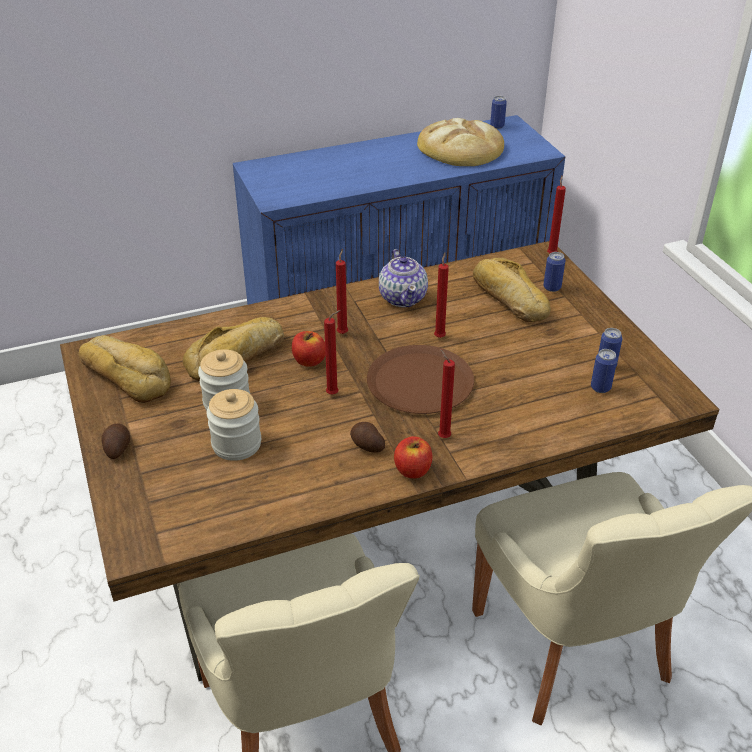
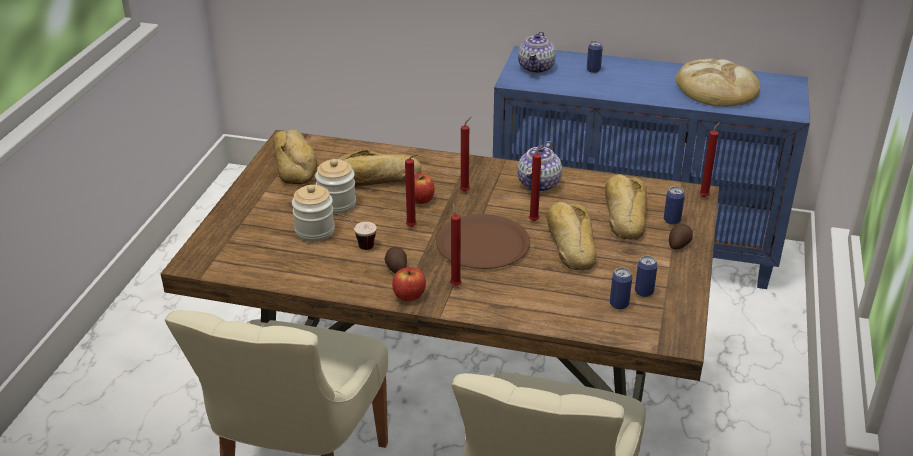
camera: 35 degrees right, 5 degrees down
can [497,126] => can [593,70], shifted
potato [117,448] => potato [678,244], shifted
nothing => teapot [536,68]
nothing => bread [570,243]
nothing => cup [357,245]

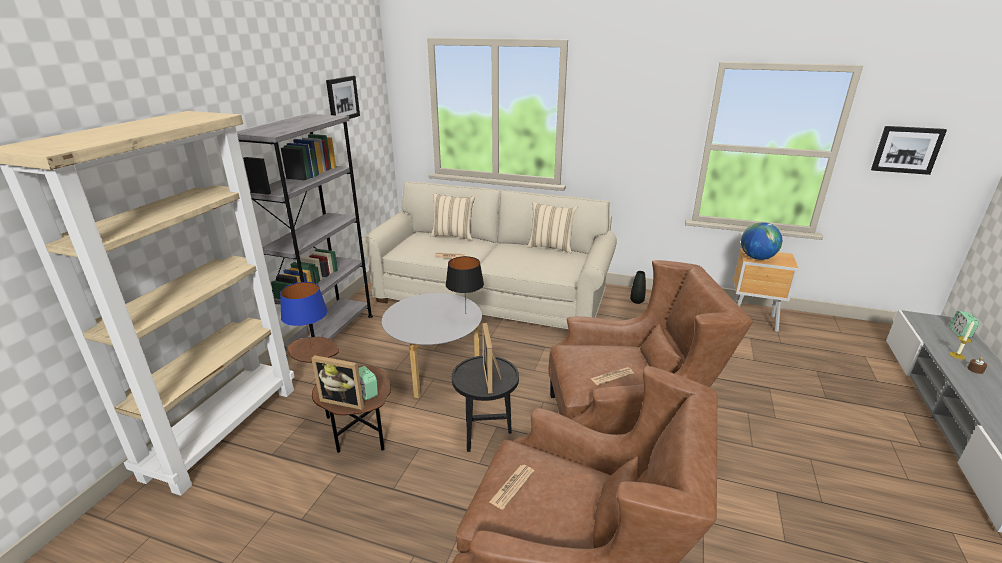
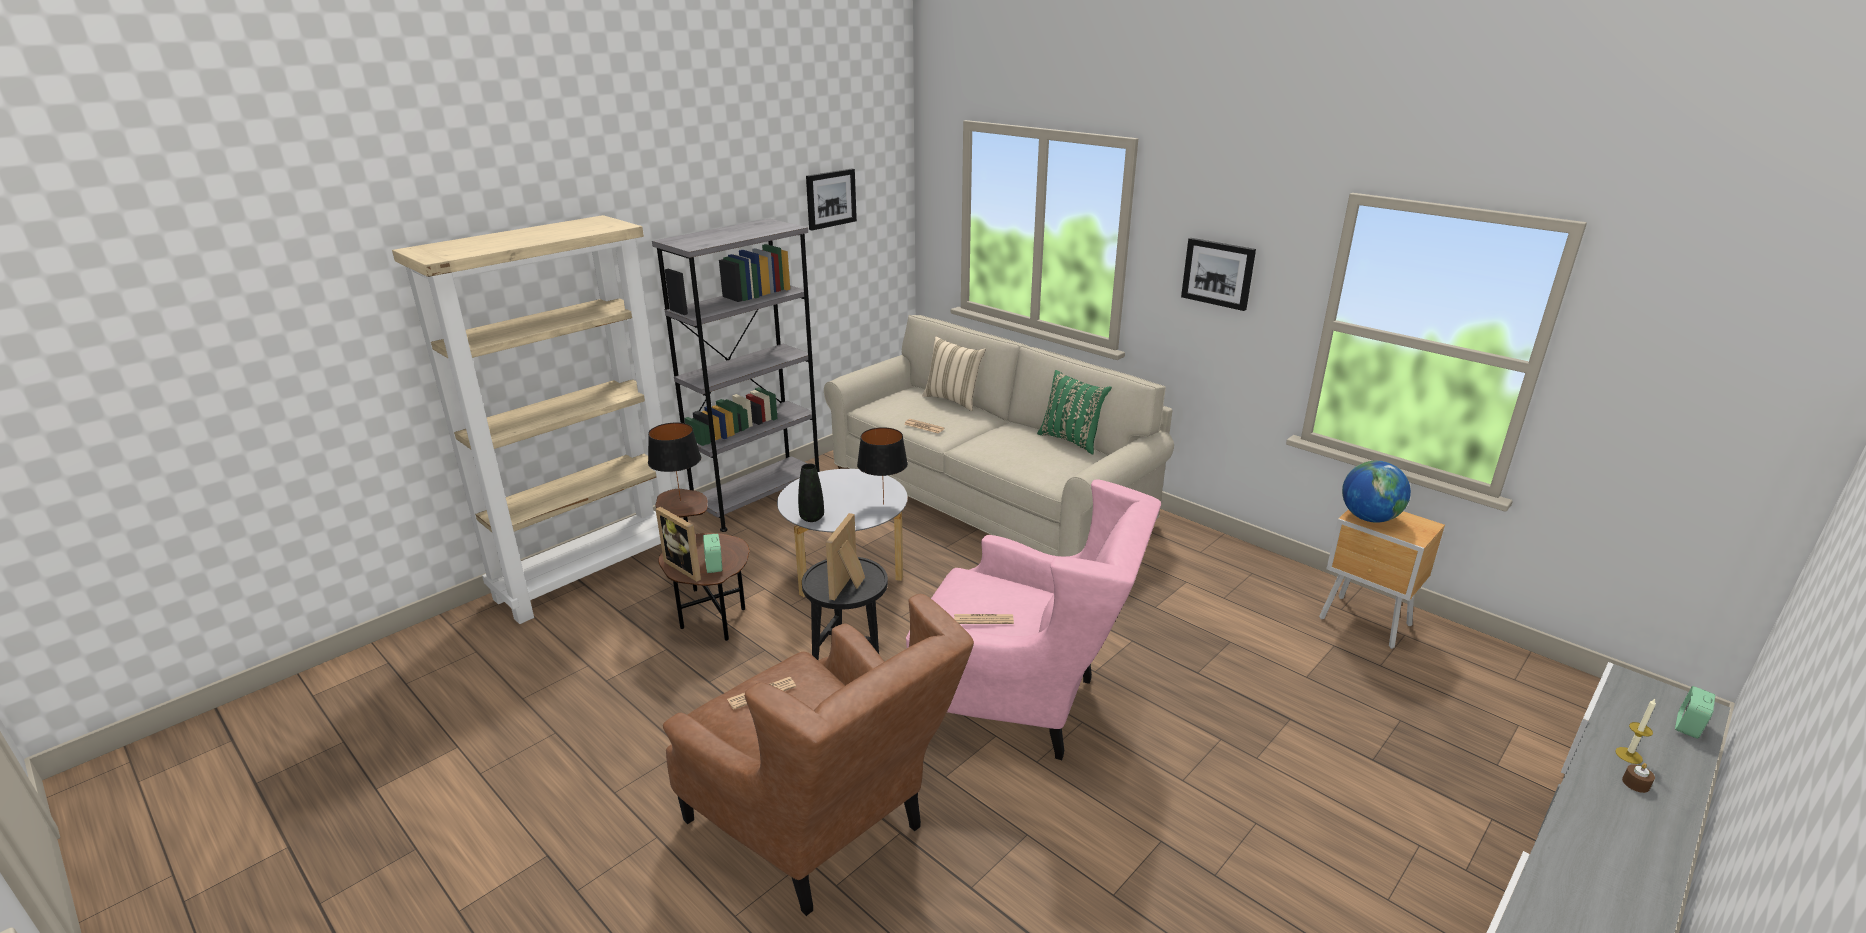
camera: 25 degrees right, 0 degrees up
picture [907,149] => picture [1218,273], shifted
beige pillow [551,247] => green pillow [1072,440]
brown armchair [624,428] => pink armchair [1022,703]
black vase [637,301] => black vase [812,518], shifted
blue table lamp [310,347] => black table lamp [680,500]

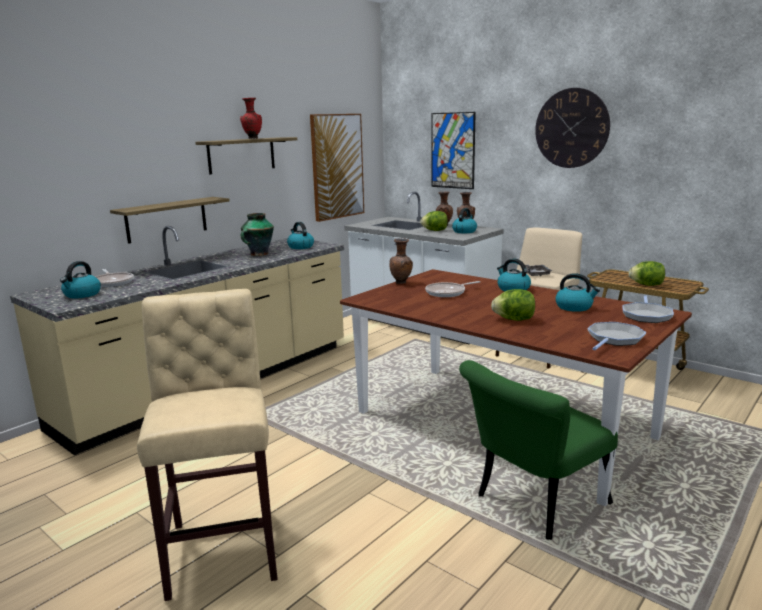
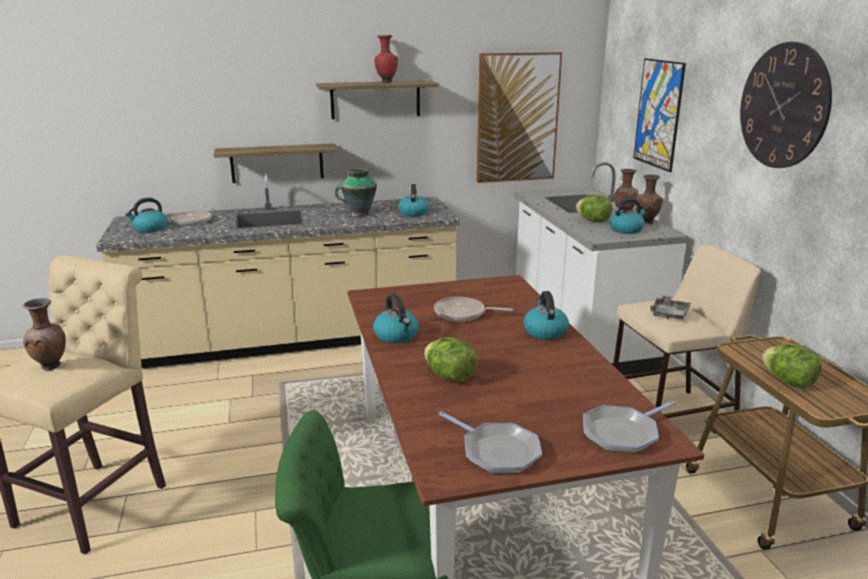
camera: 35 degrees right, 5 degrees up
brown vase [401,283] => brown vase [51,367], shifted
kettle [574,307] => kettle [396,336], shifted
frying pan [614,339] => frying pan [497,452], 60 degrees clockwise

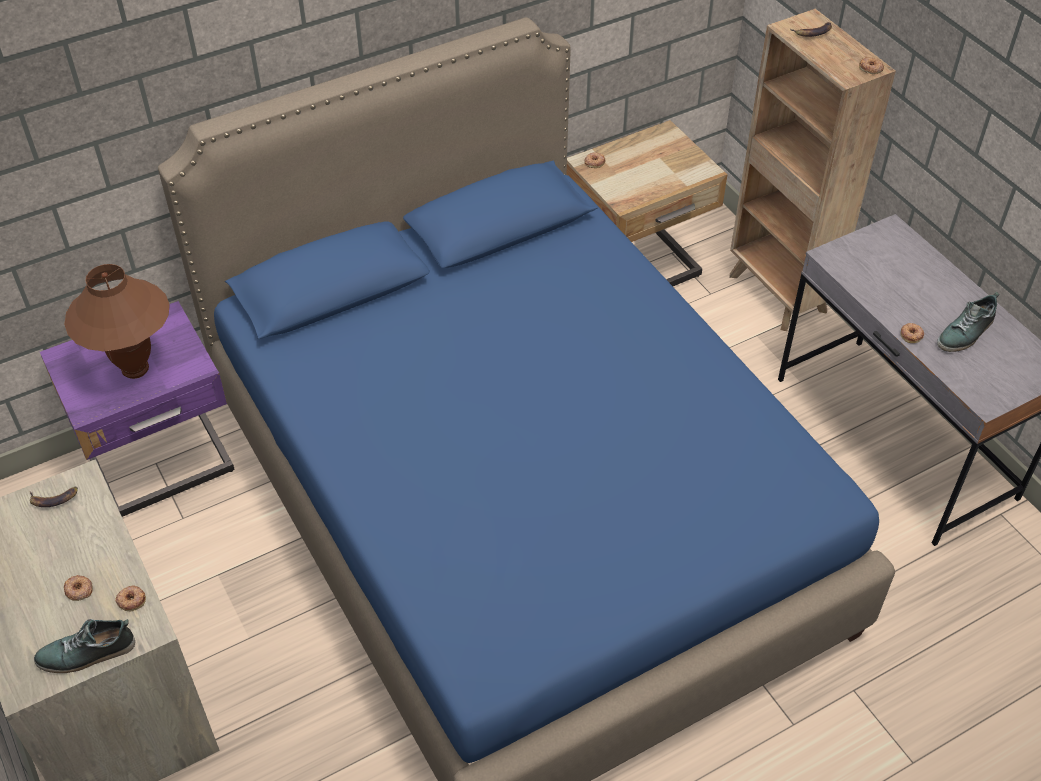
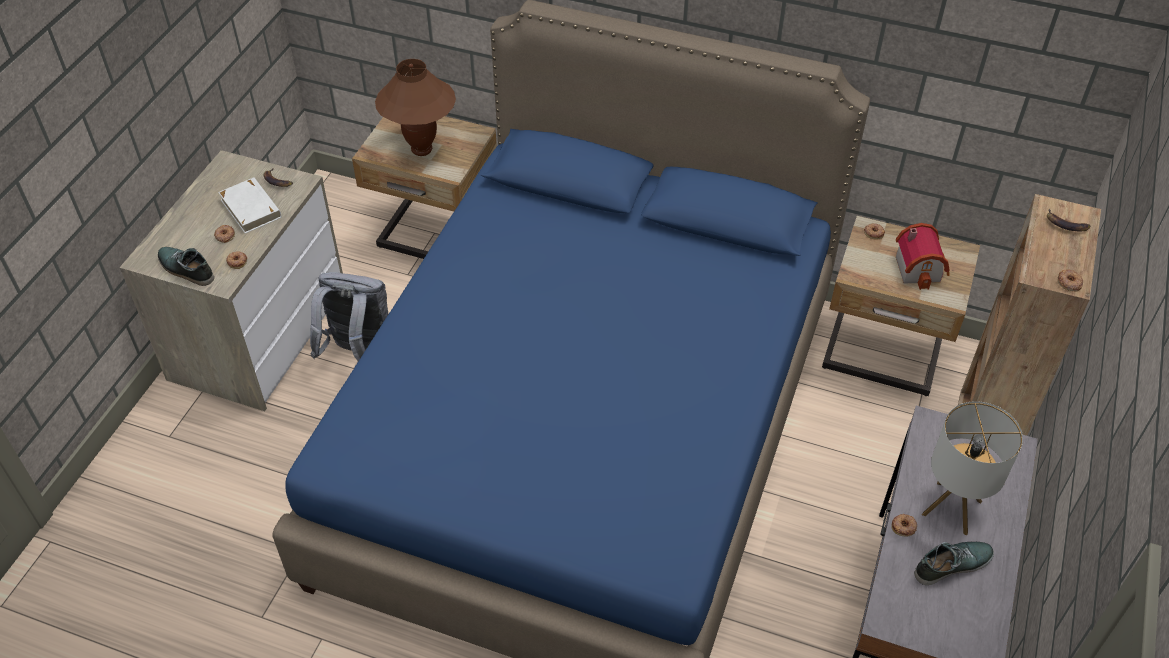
camera: 50 degrees right, 0 degrees up
shoe [966,333] => shoe [952,564], 150 degrees clockwise
purple nightstand [163,465] => beige nightstand [436,237]
nothing => white book [251,208]
nothing => toy house [920,268]
nothing => grey backpack [359,353]
nothing => table lamp [952,508]

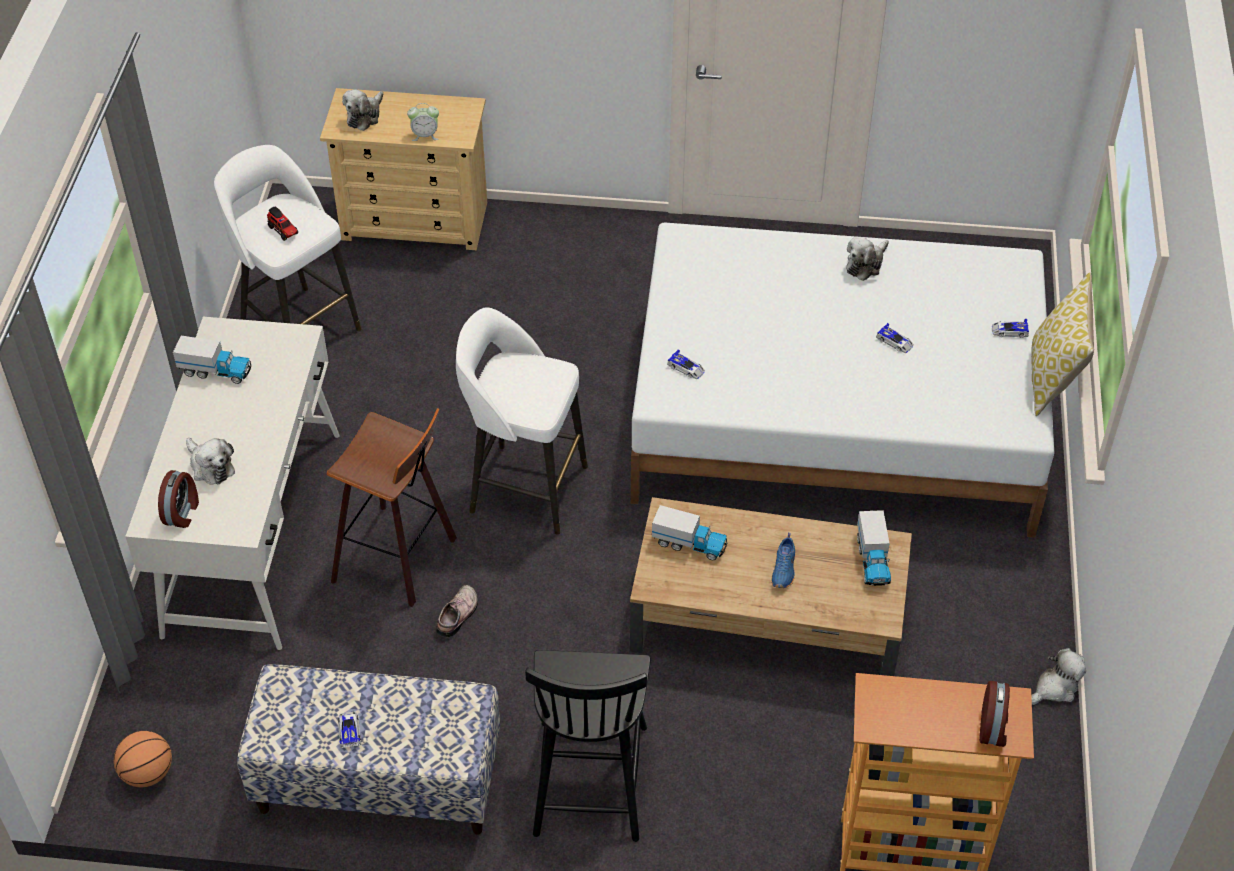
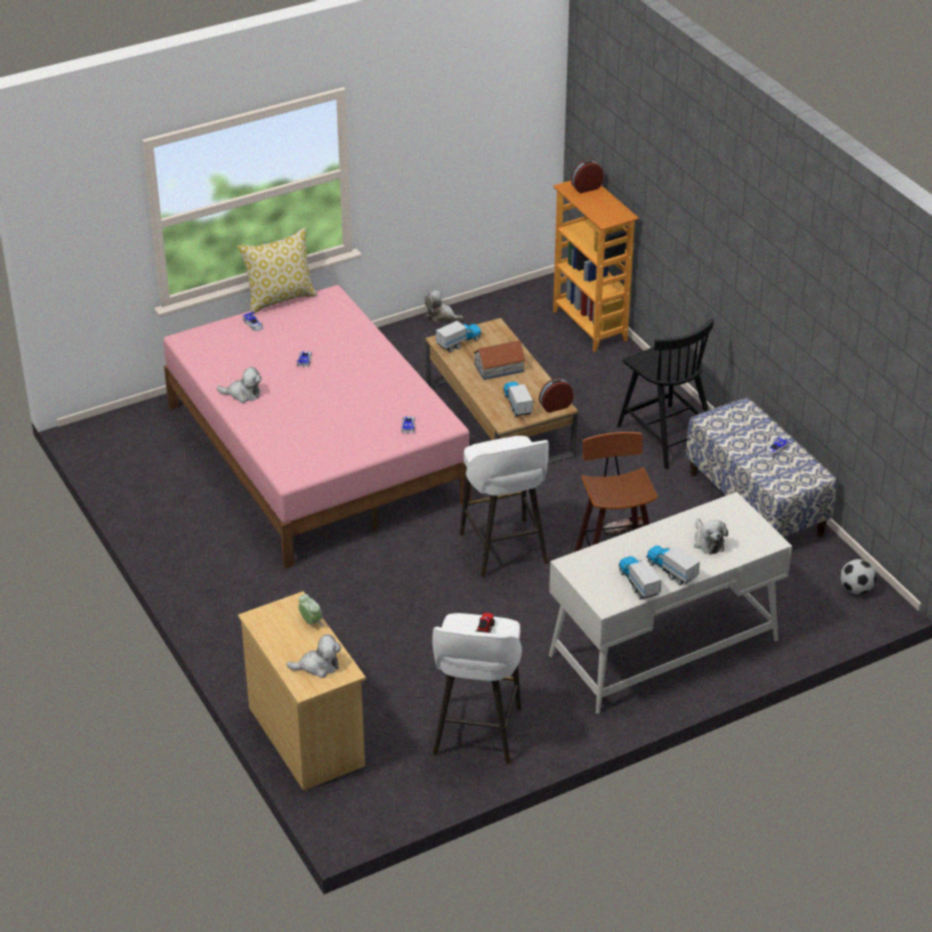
camera: 125 degrees left, 10 degrees down
white bed [835,416] => pink bed [316,453]
plush toy [210,466] => plush toy [708,542], 150 degrees clockwise
alarm clock [182,512] => alarm clock [555,406], shifted
blue shoe [784,570] => toy house [498,368]
black chair [590,777] => black chair [666,435], 90 degrees clockwise
basketball [148,773] => football [856,589]
nothing => toy truck [671,571]

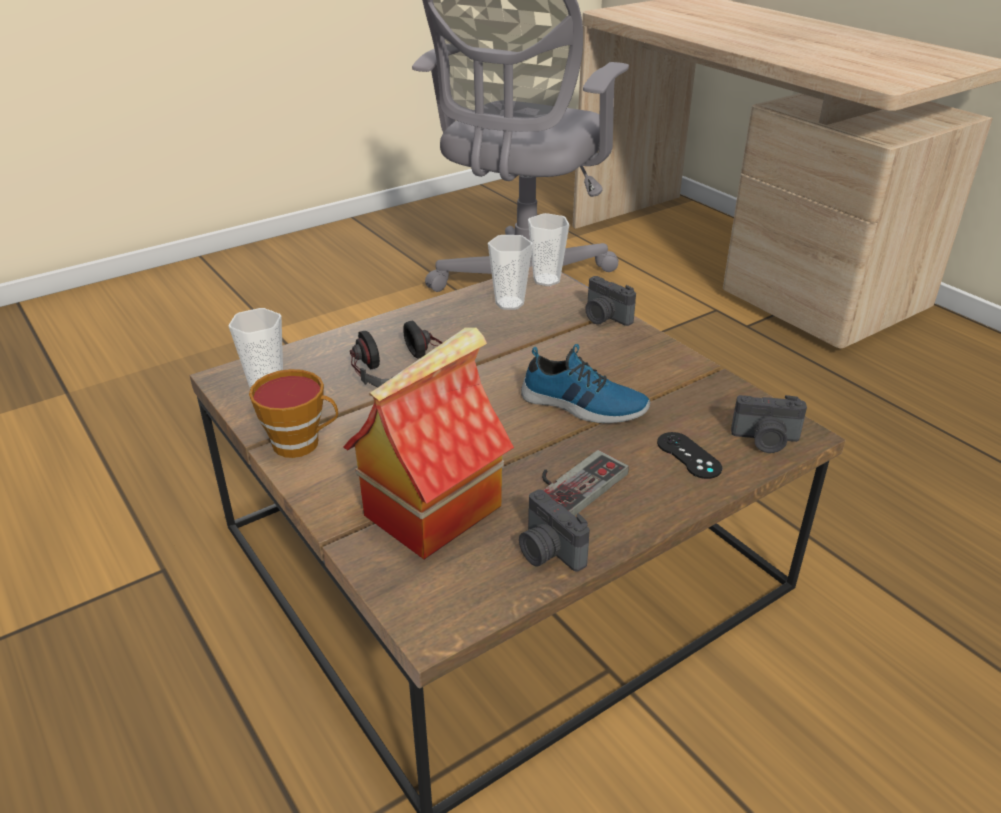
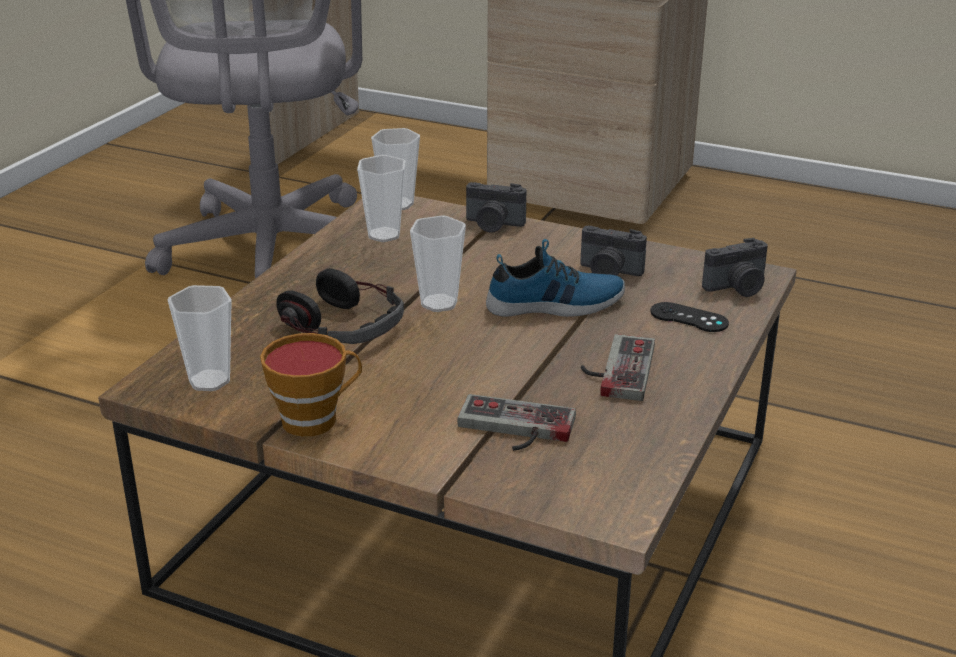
camera: 30 degrees left, 5 degrees down
toy house [433,508] => game controller [513,429]
photo camera [547,552] => photo camera [609,272], shifted
nothing => cup [439,303]

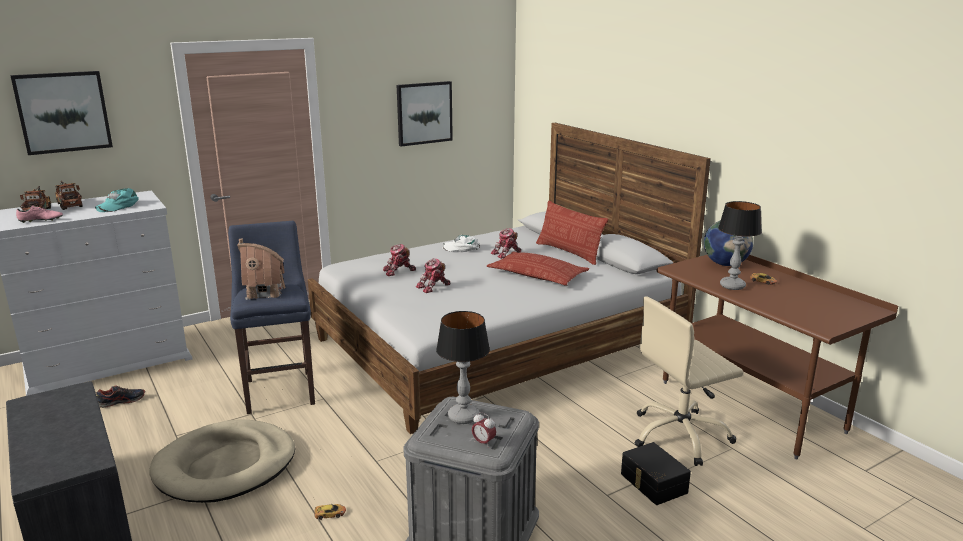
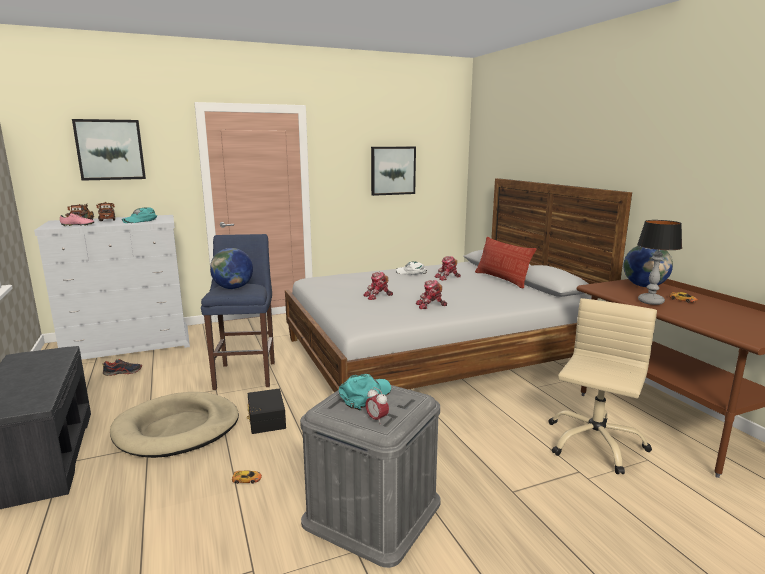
camera: 10 degrees right, 5 degrees down
toy house [264,292] => globe [233,288]
toy robot [399,271] => toy robot [431,305], shifted
pillow [537,275] => nothing
beige office chair [680,436] => beige office chair [594,443], 135 degrees clockwise
table lamp [463,417] => turquoise cap [365,395]
black storage box [652,483] => black storage box [265,420], shifted

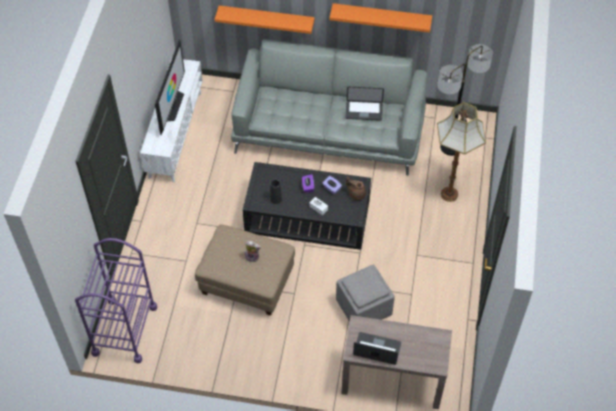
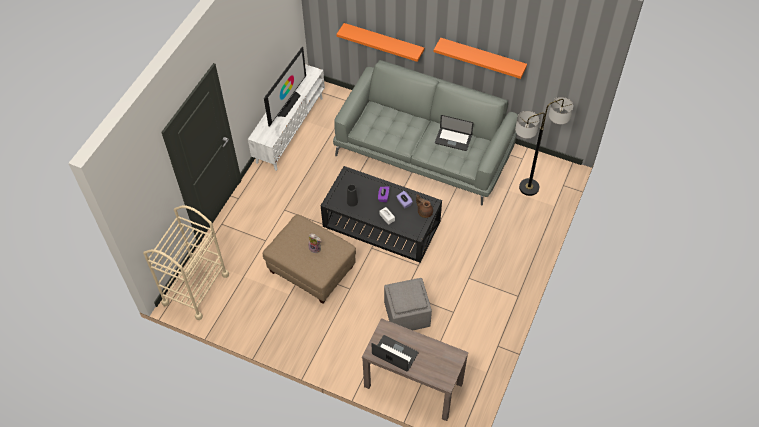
camera: 15 degrees right, 0 degrees up
floor lamp [450,194] => nothing
purple cart [124,330] => beige cart [195,289]

